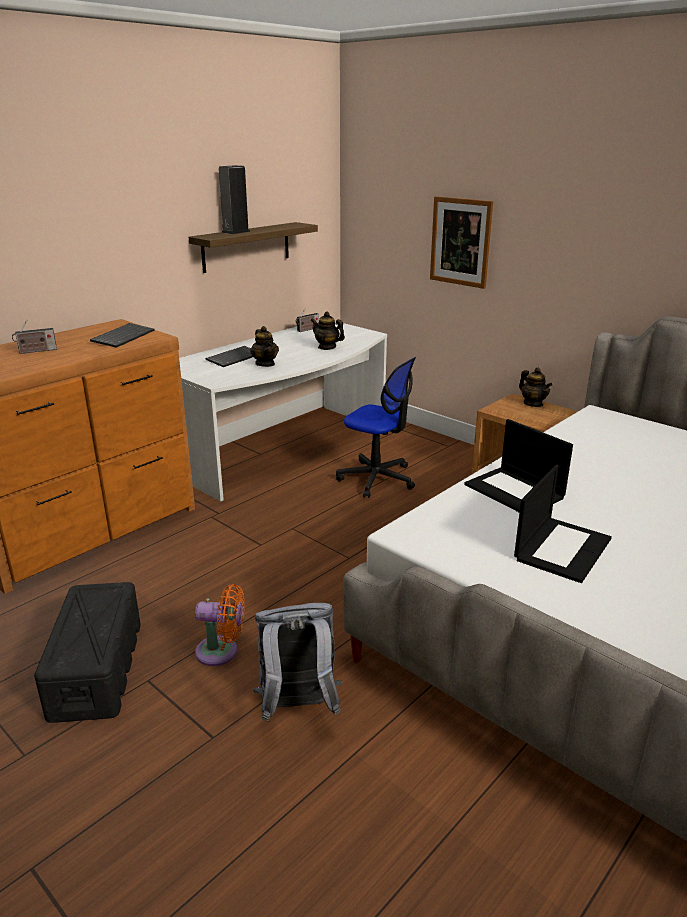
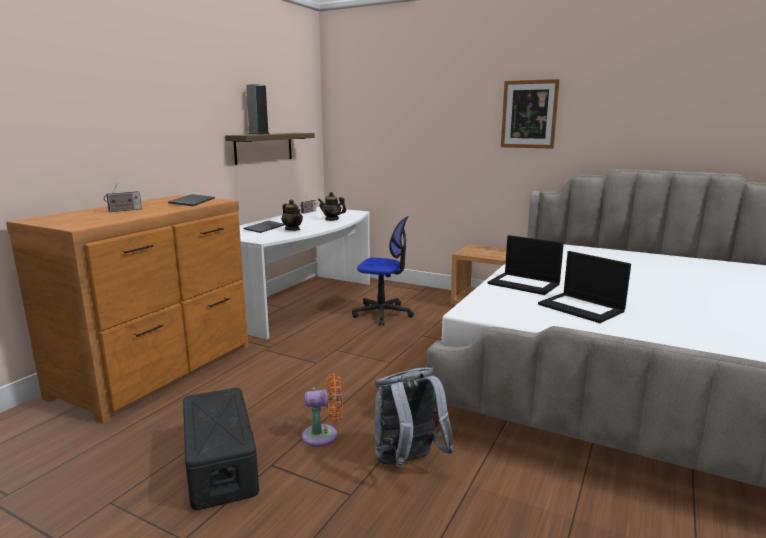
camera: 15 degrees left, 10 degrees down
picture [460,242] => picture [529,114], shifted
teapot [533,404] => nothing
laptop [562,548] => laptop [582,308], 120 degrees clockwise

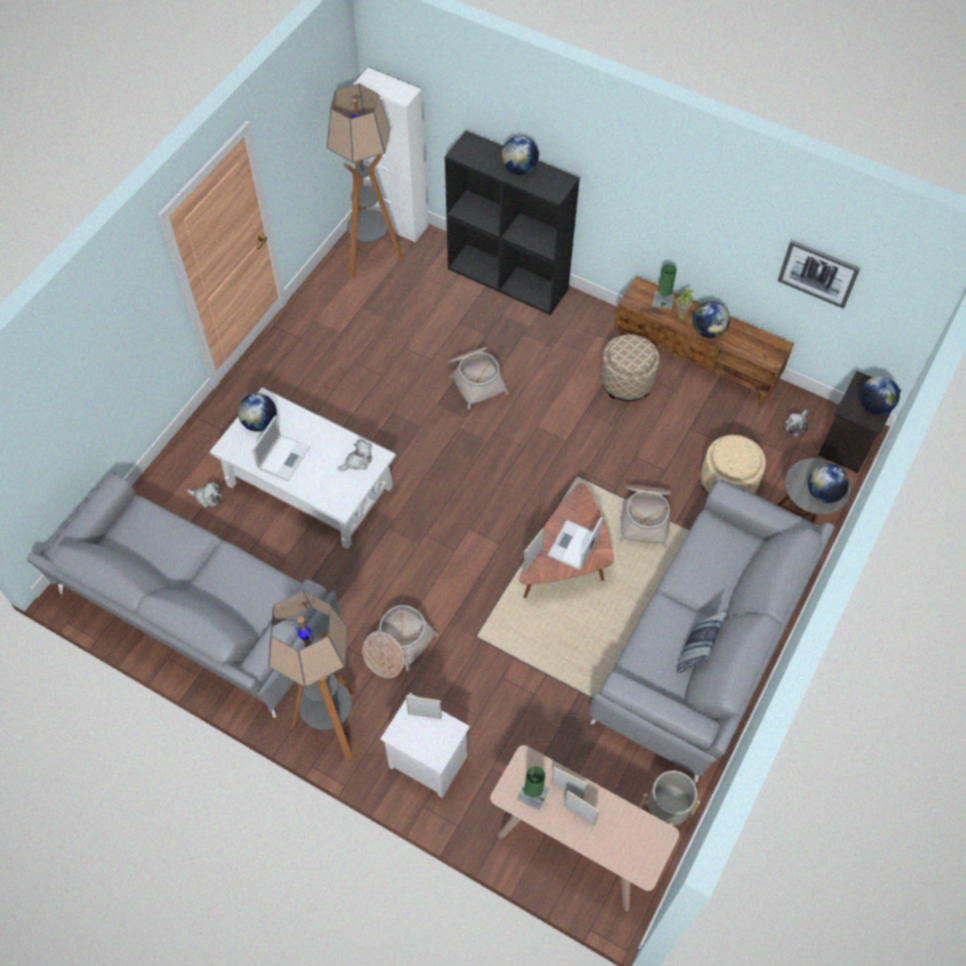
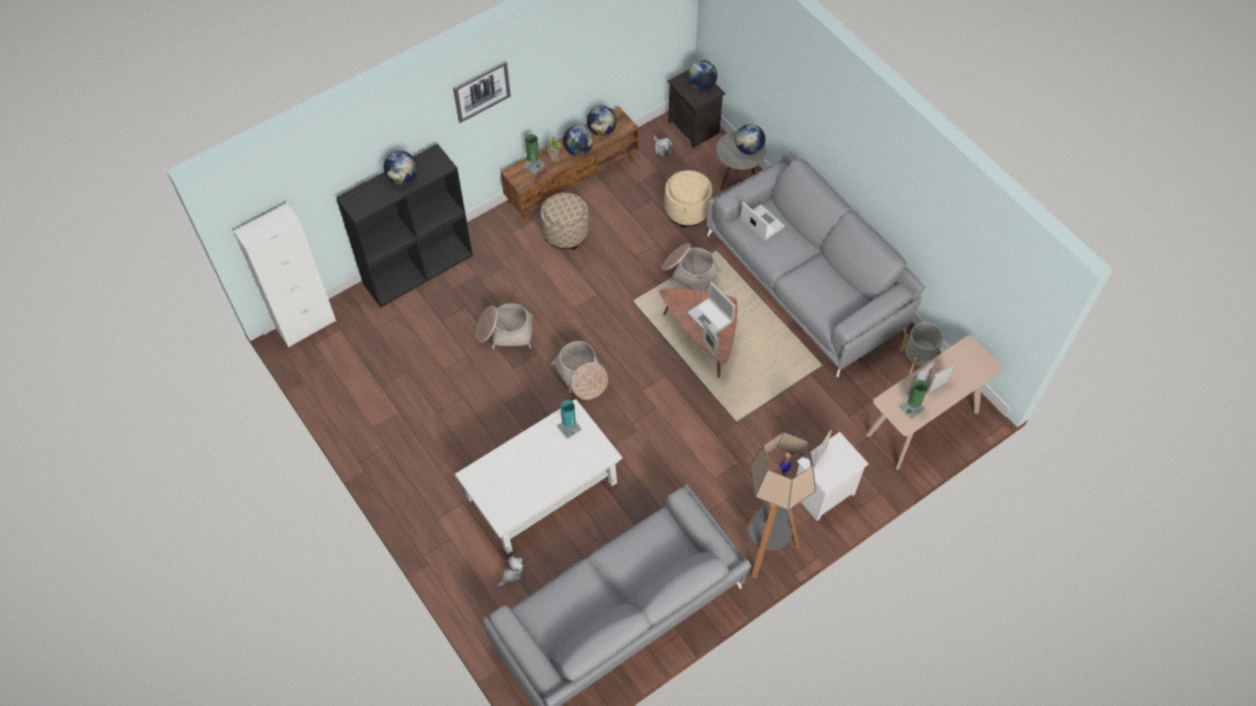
camera: 65 degrees left, 0 degrees up
floor lamp [371,257] => nothing
picture [818,273] => picture [481,91], shifted
globe [260,422] => globe [601,130], shifted
laptop [284,457] => laptop [761,223], shifted
plush toy [358,461] => turquoise table lamp [569,427]
basket [398,646] => basket [581,375], shifted
pillow [696,652] => nothing

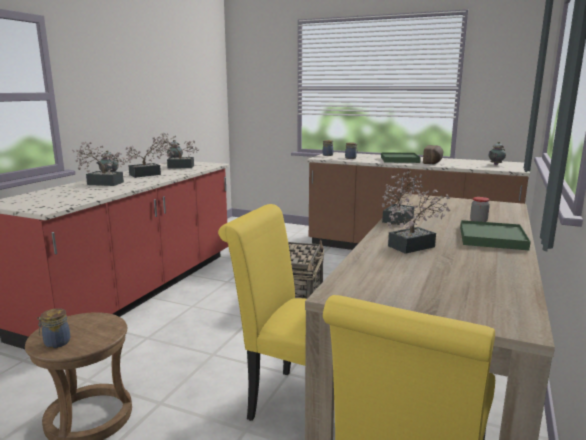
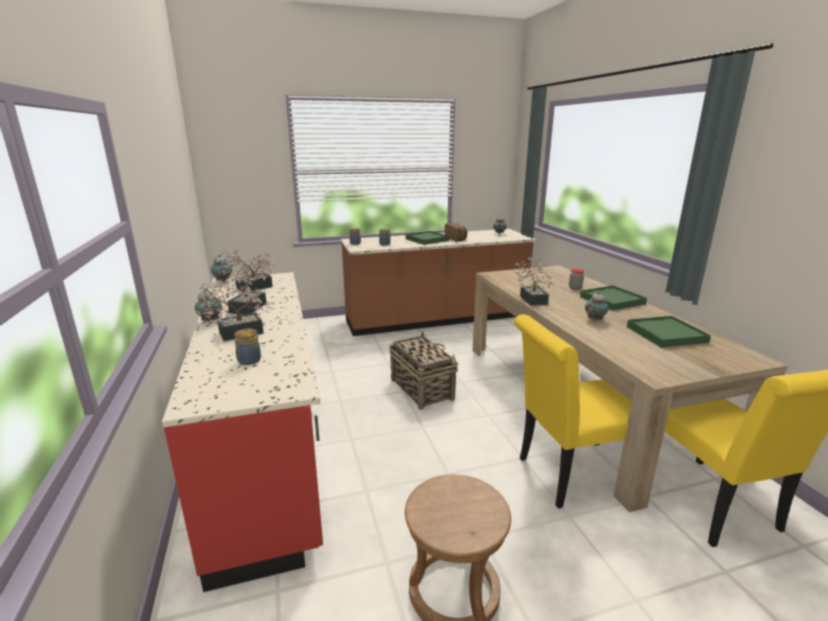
camera: 40 degrees left, 5 degrees up
potted plant [416,245] => teapot [595,320]
jar [56,343] => jar [248,361], shifted
nothing => green tray [666,334]

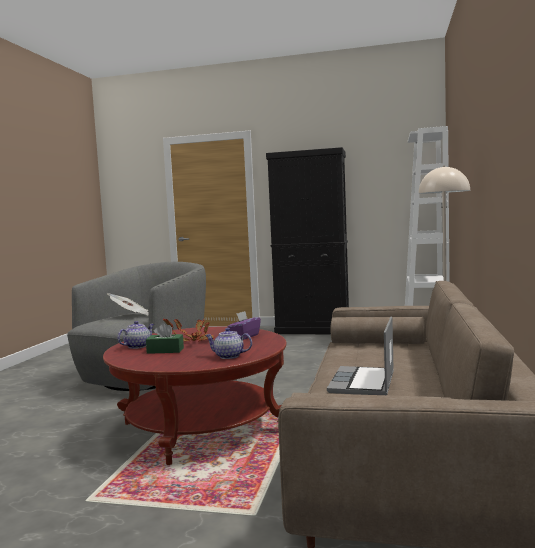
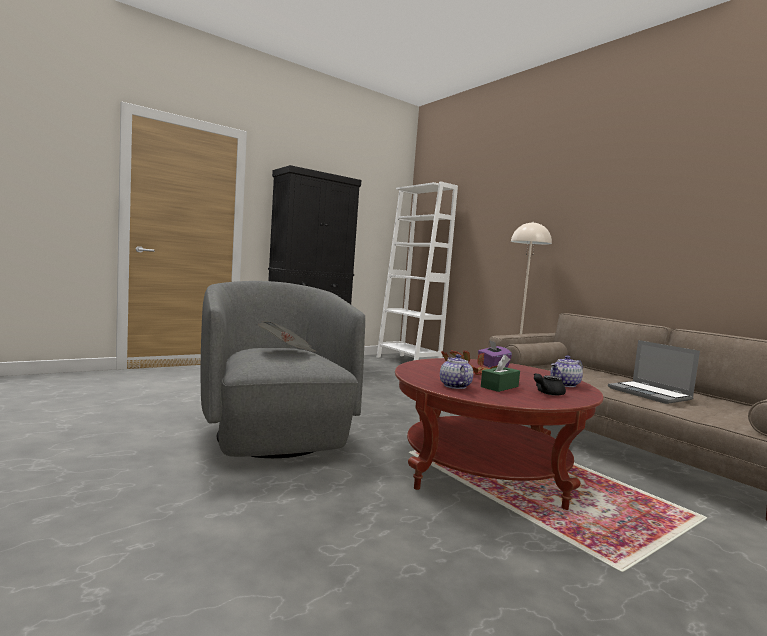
camera: 50 degrees left, 0 degrees up
nothing => black teapot [547,393]

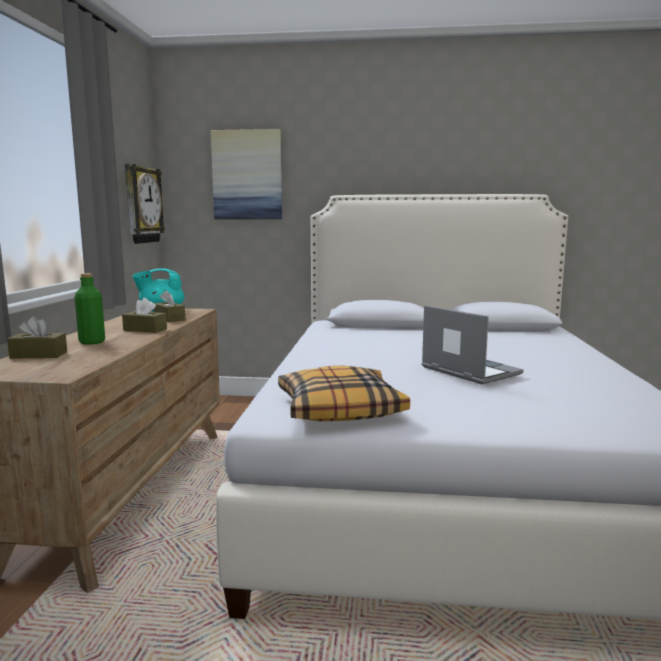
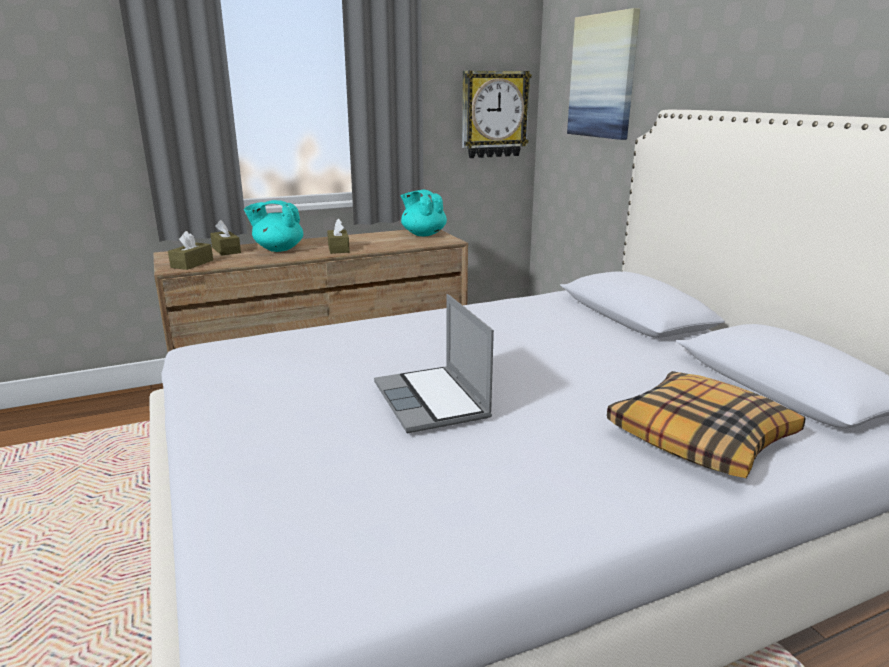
camera: 60 degrees right, 10 degrees up
green bottle [92,342] => turquoise teapot [278,249]
brown tissue box [169,319] => brown tissue box [192,264], shifted
laptop [468,371] => laptop [433,401], 135 degrees clockwise
pillow [339,409] => pillow [701,437], shifted

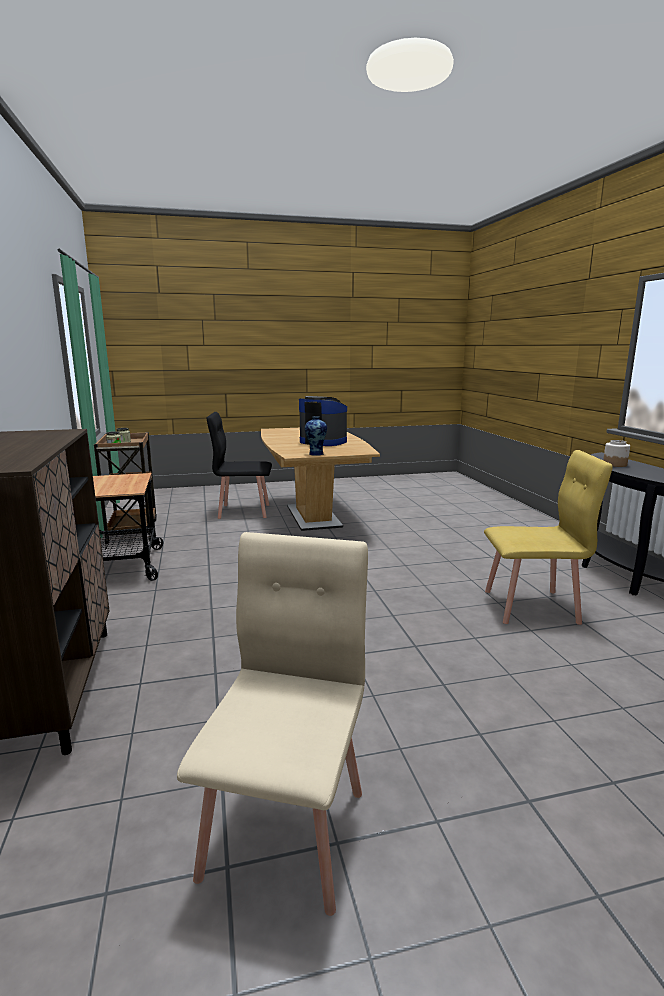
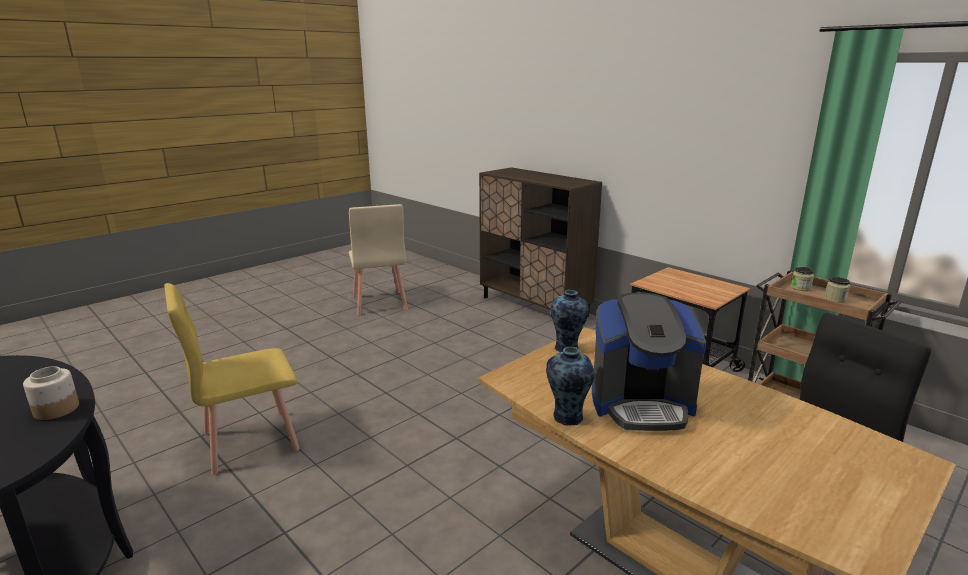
camera: 150 degrees right, 5 degrees up
nothing => vase [567,418]

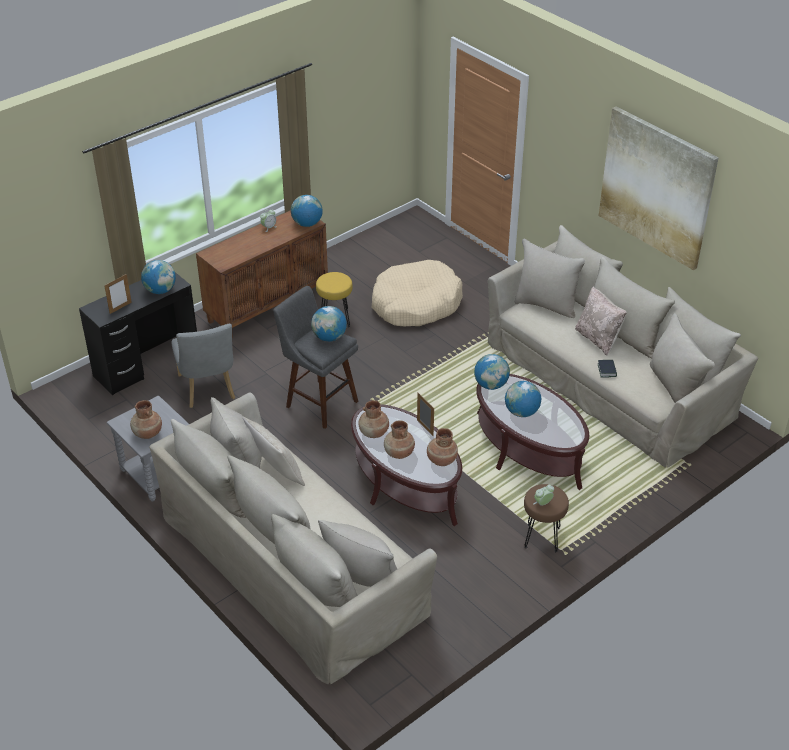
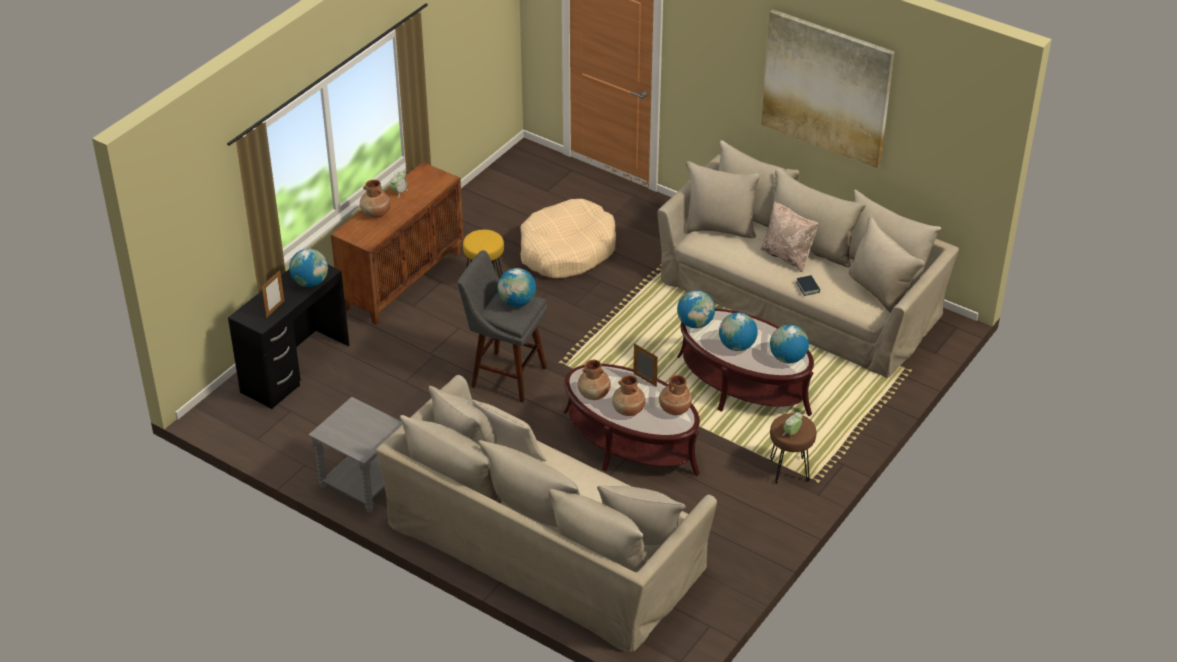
camera: 15 degrees left, 0 degrees up
globe [307,224] => globe [787,358], shifted
grey chair [208,390] => nothing
brown vase [147,433] => brown vase [376,213], shifted

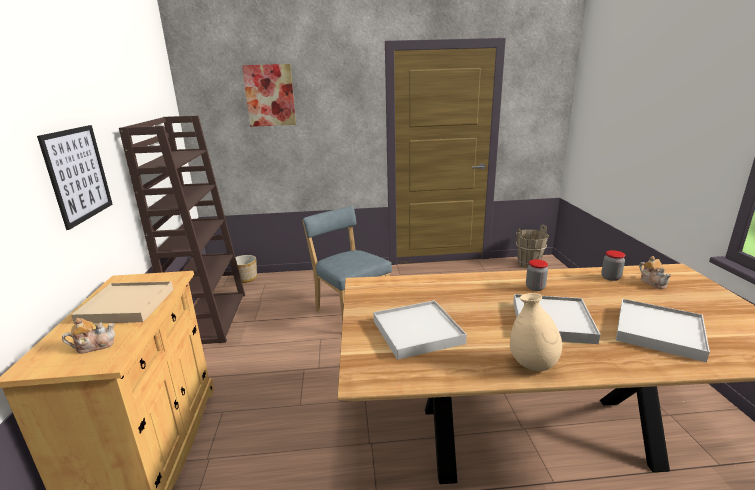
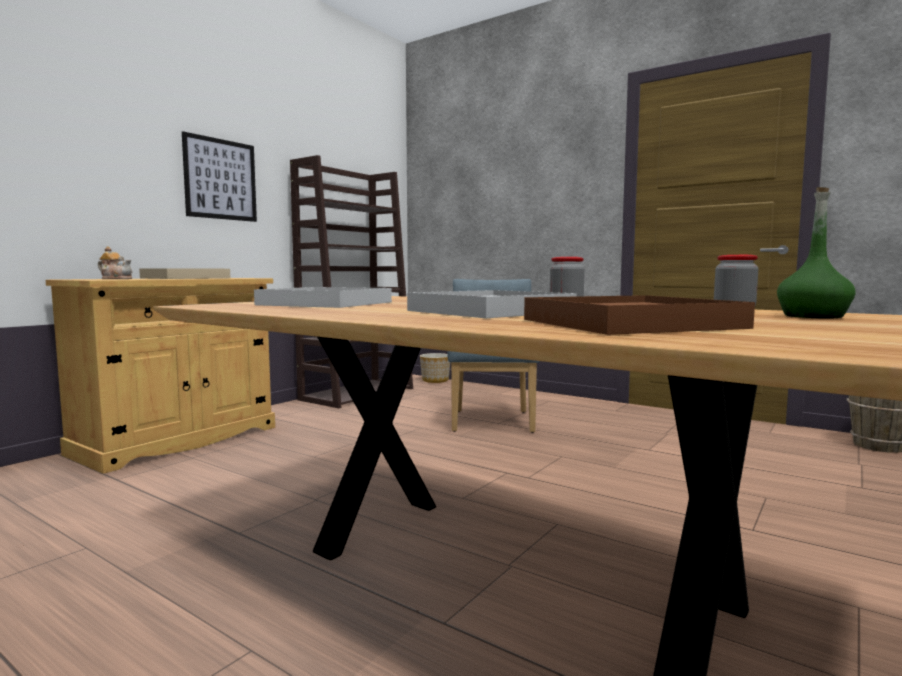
camera: 40 degrees right, 15 degrees down
picture [270,95] => nothing
teapot [653,282] => green bottle [813,316]
beige vase [532,365] => nothing
white tray [658,332] => brown tray [629,324]

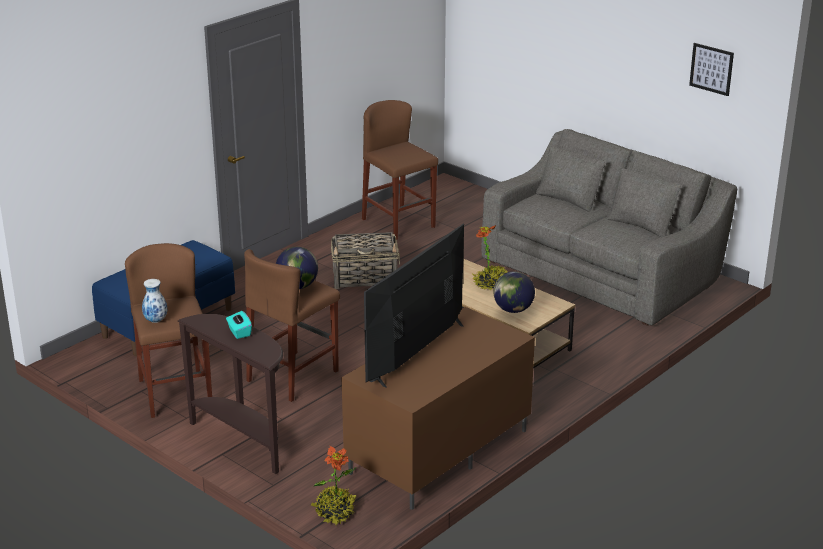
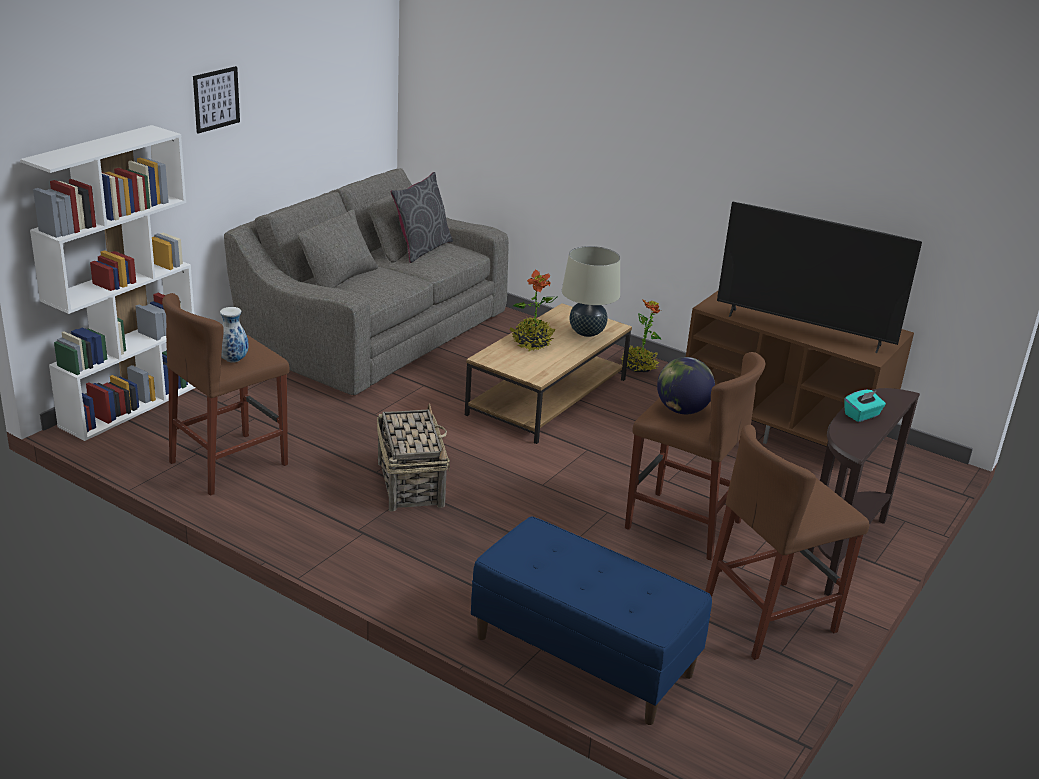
camera: 100 degrees left, 0 degrees up
picture [711,69] => picture [216,99], shifted
globe [513,310] => beige table lamp [587,332]
vase [156,320] => vase [233,360], shifted
potted plant [334,512] => potted plant [638,367], shifted
nothing => white bookcase [131,405]
nothing => grey pillow [421,249]

